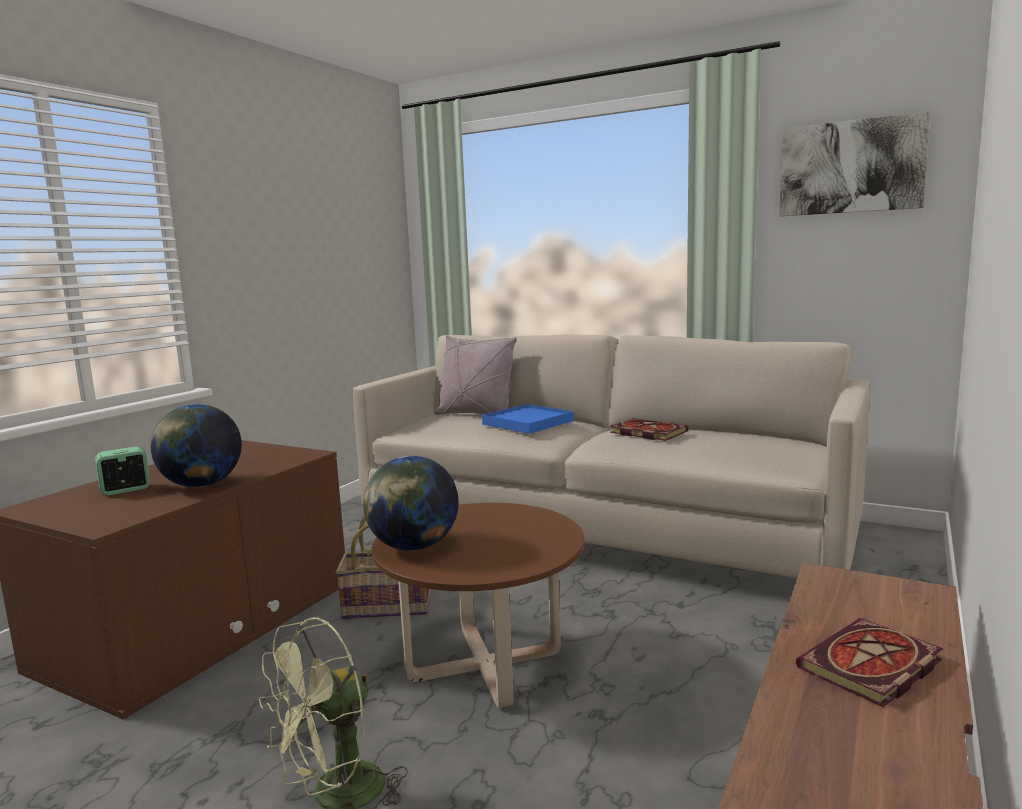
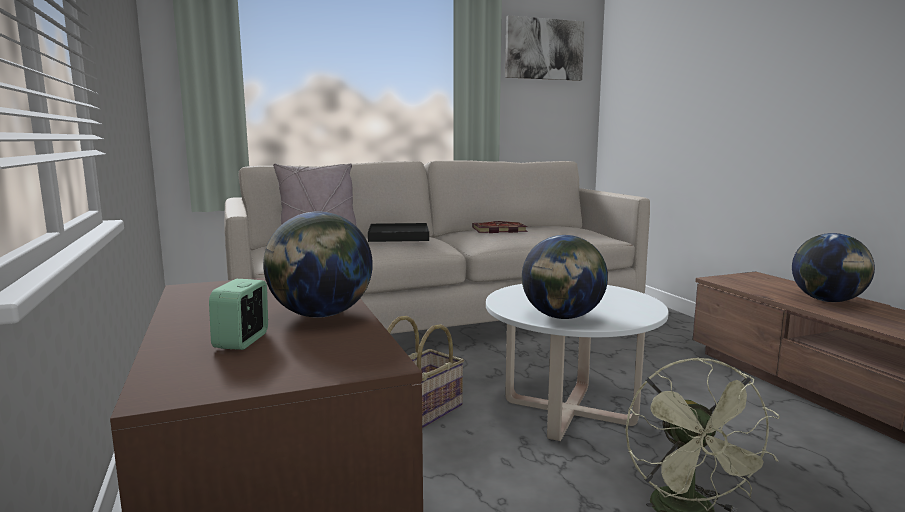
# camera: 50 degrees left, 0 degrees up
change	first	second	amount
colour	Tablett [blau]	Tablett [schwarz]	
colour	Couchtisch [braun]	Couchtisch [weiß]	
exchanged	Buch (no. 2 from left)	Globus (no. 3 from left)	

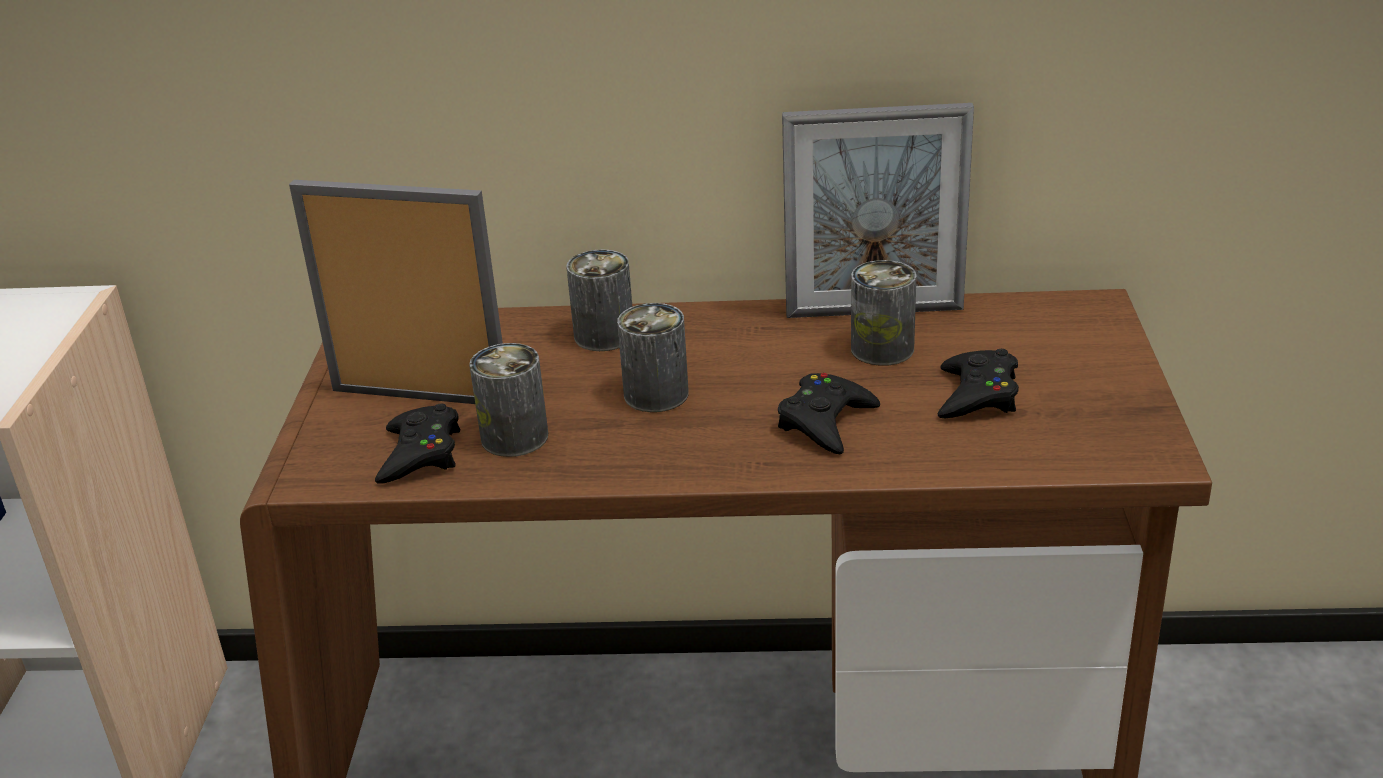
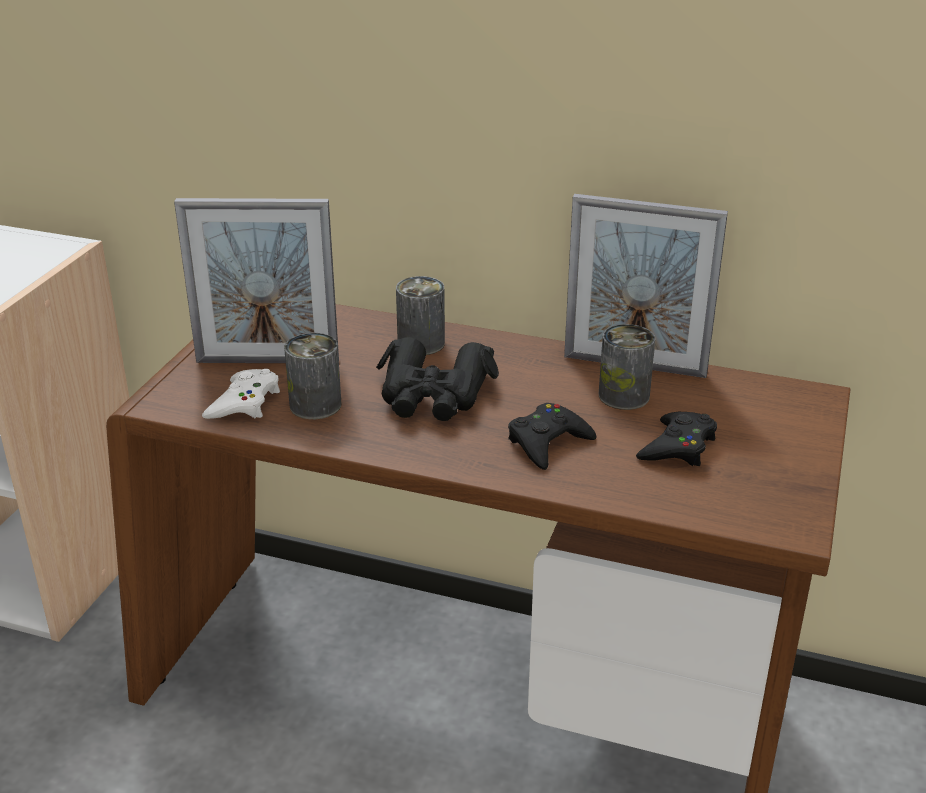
# camera: 15 degrees right, 0 degrees up
change	first	second	amount
spun	Bilderrahmen (no. 1 from left)		150 degrees clockwise
colour	Gamepad [schwarz] (no. 1 from left)	Gamepad [weiß]	
exchanged	Dose (no. 3 from left)	Fernglas [schwarz]	

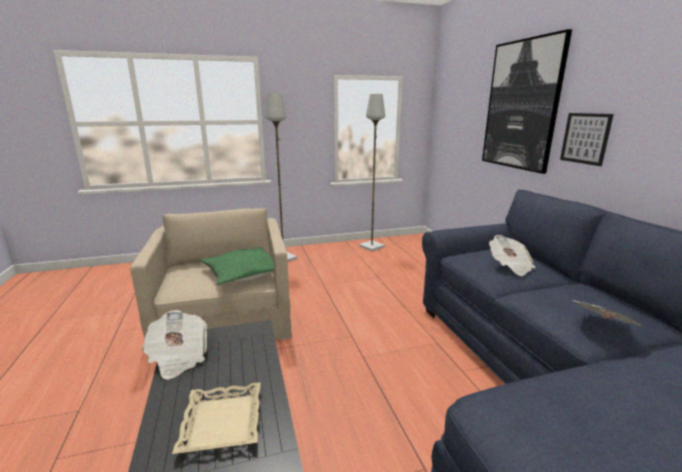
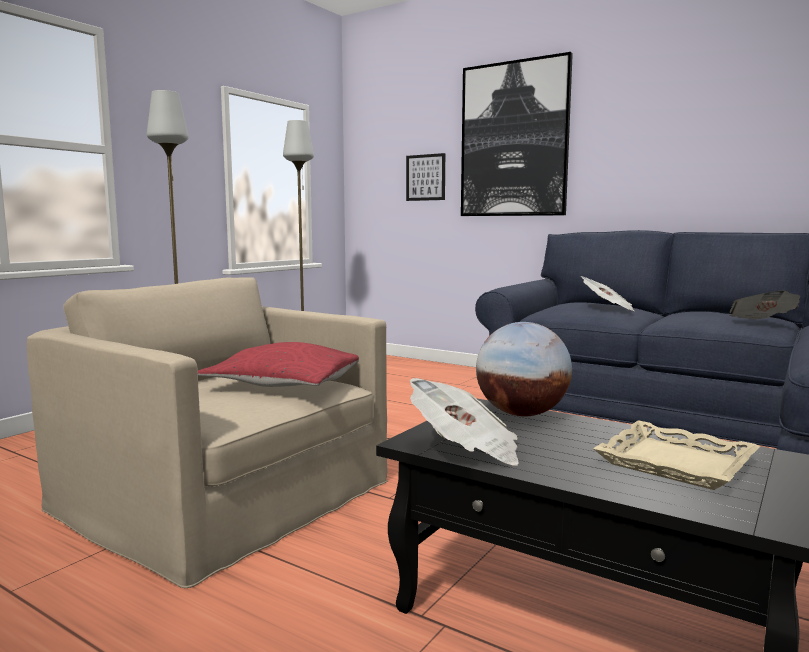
# camera: 40 degrees left, 10 degrees down
change	first	second	amount
colour	Kissen [grün]	Kissen [rot]	
relocated	Bild (no. 2 from left in the first image)	Bild (no. 1 from left)	
appeared		Globus	

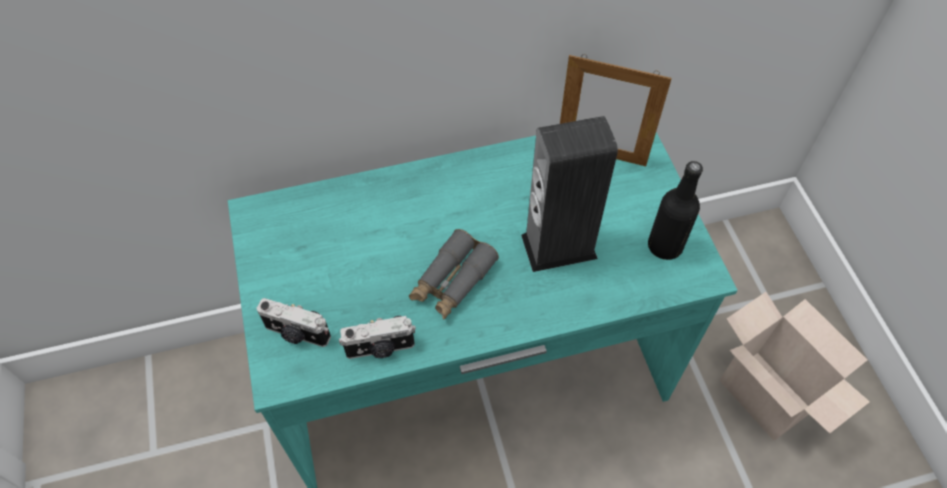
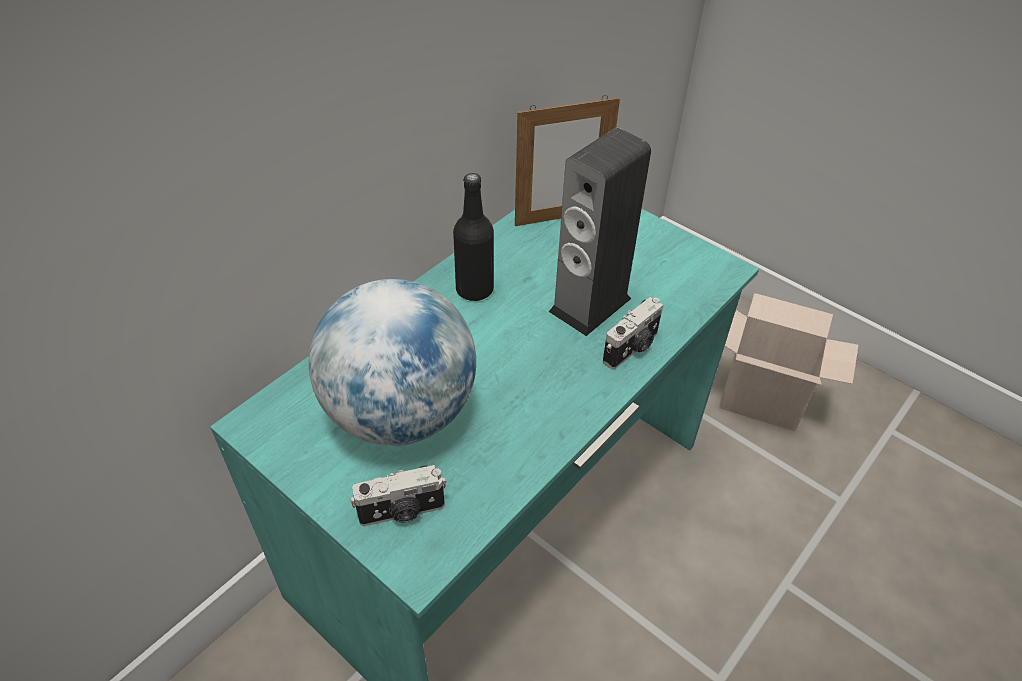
# camera: 35 degrees left, 10 degrees down
change	first	second	amount
appeared		Globus	
relocated	Flasche [schwarz]		
relocated	Kamera (no. 2 from left)		
missing	Fernglas [grau]		

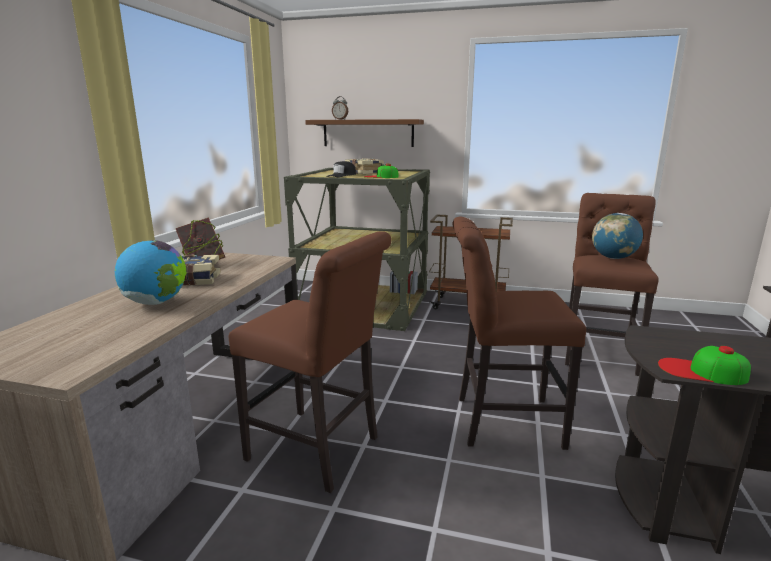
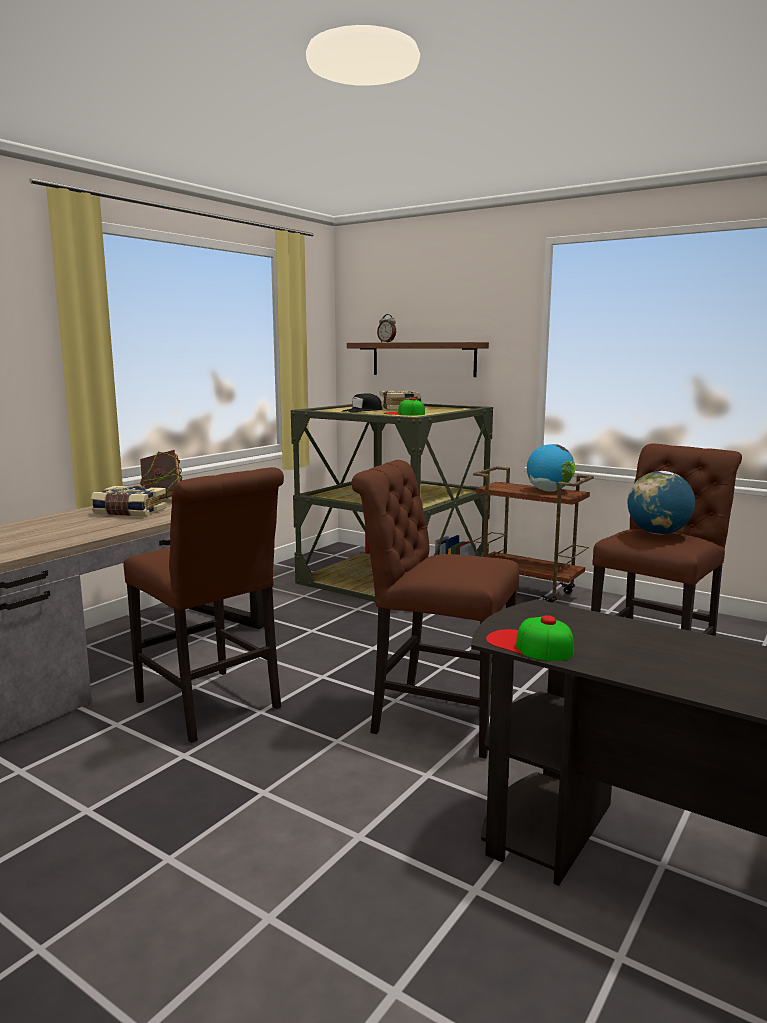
# camera: 20 degrees right, 5 degrees down
change	first	second	amount
relocated	Globus (no. 1 from left)		

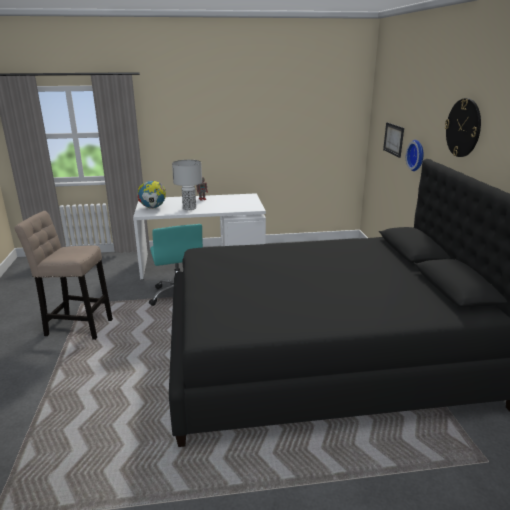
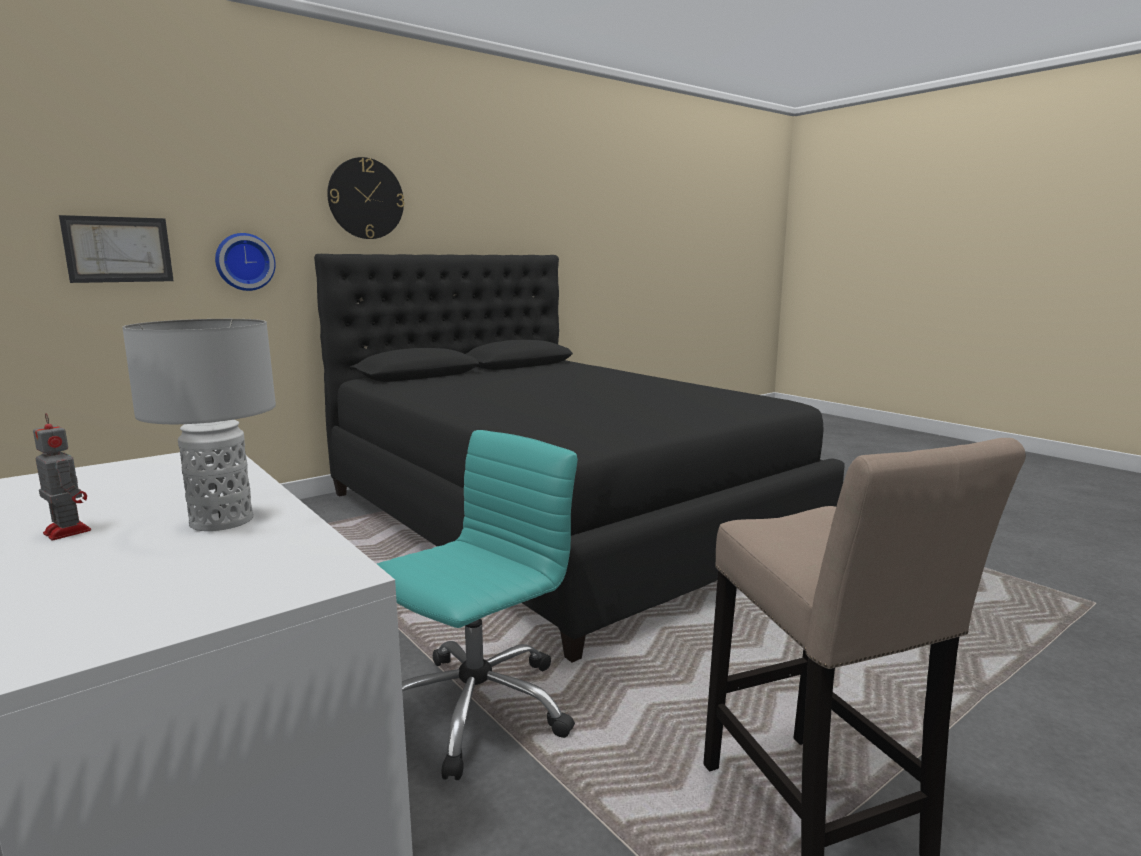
# camera: 120 degrees left, 10 degrees down
change	first	second	amount
missing	Globus		

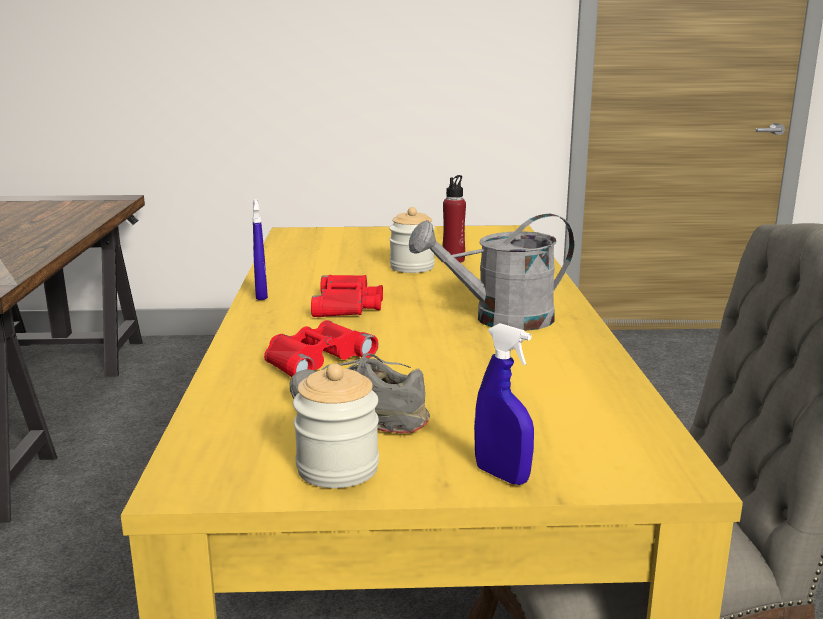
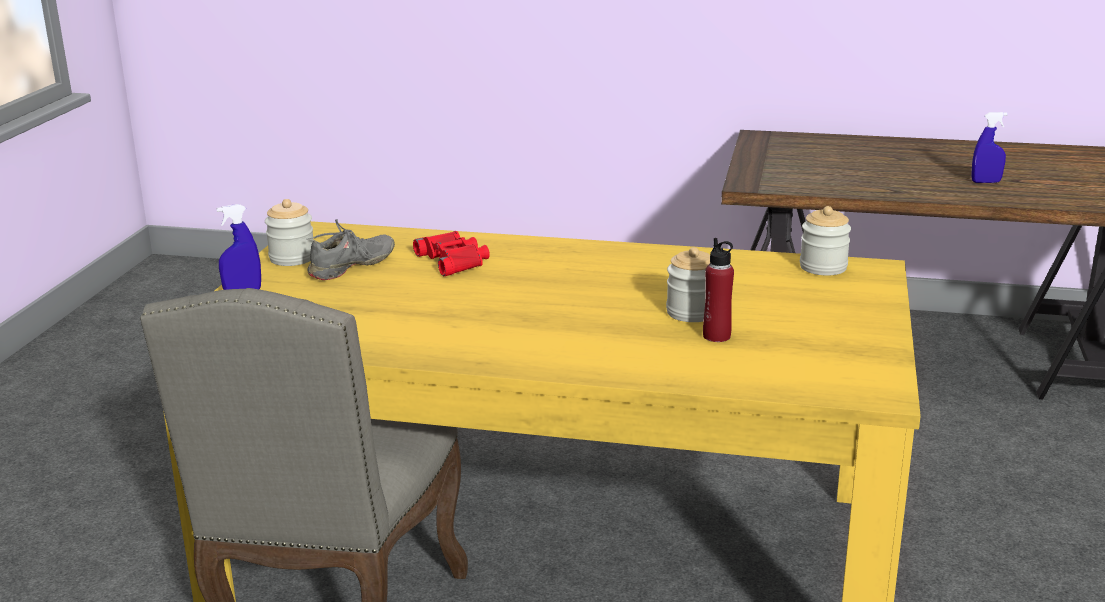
# camera: 105 degrees right, 5 degrees up
change	first	second	amount
appeared		Vorratsglas (no. 3 from left)	
relocated	Sprühflasche [blau] (no. 1 from left in the first image)	Sprühflasche [blau] (no. 2 from left)	
missing	Fernglas [rot] (no. 2 from left)		
missing	Gießkanne [grau]		

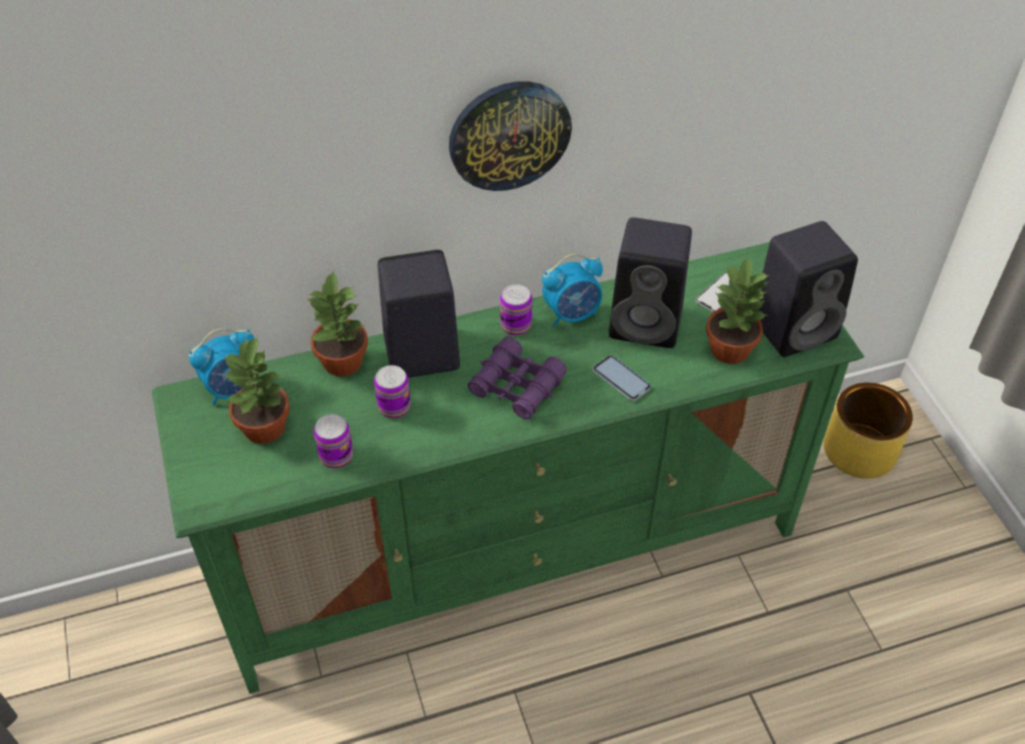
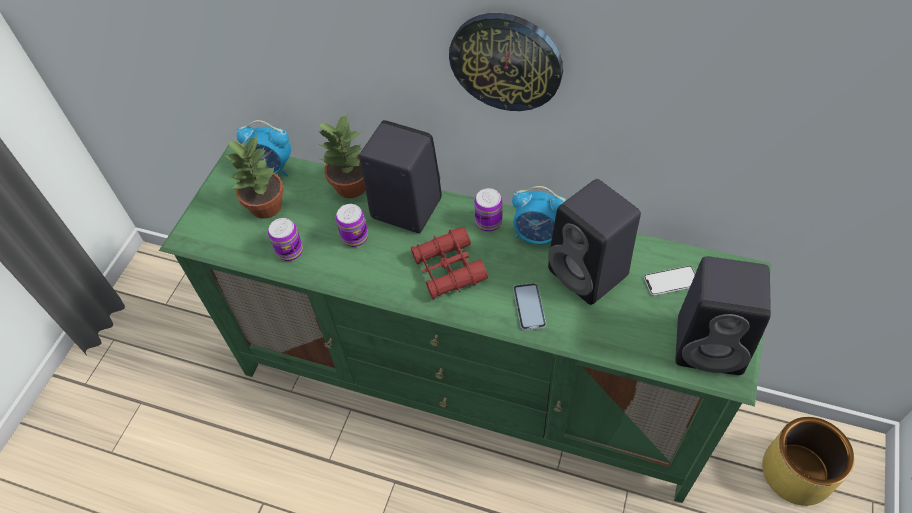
# camera: 40 degrees right, 5 degrees up
change	first	second	amount
colour	Fernglas [lila]	Fernglas [rot]	
missing	Topfpflanze (no. 3 from left)		

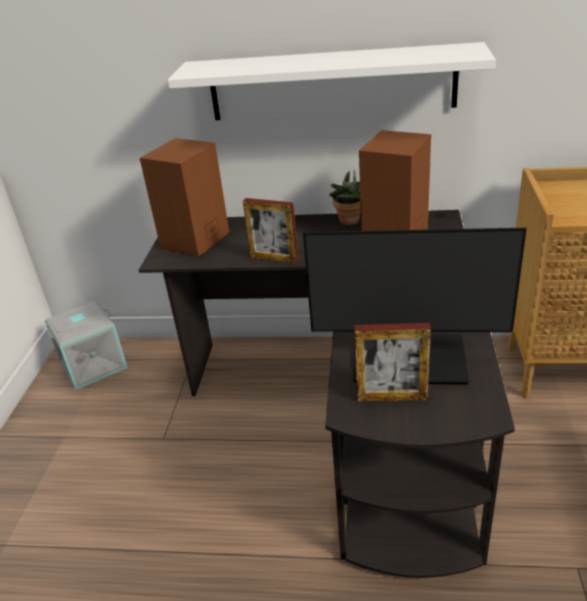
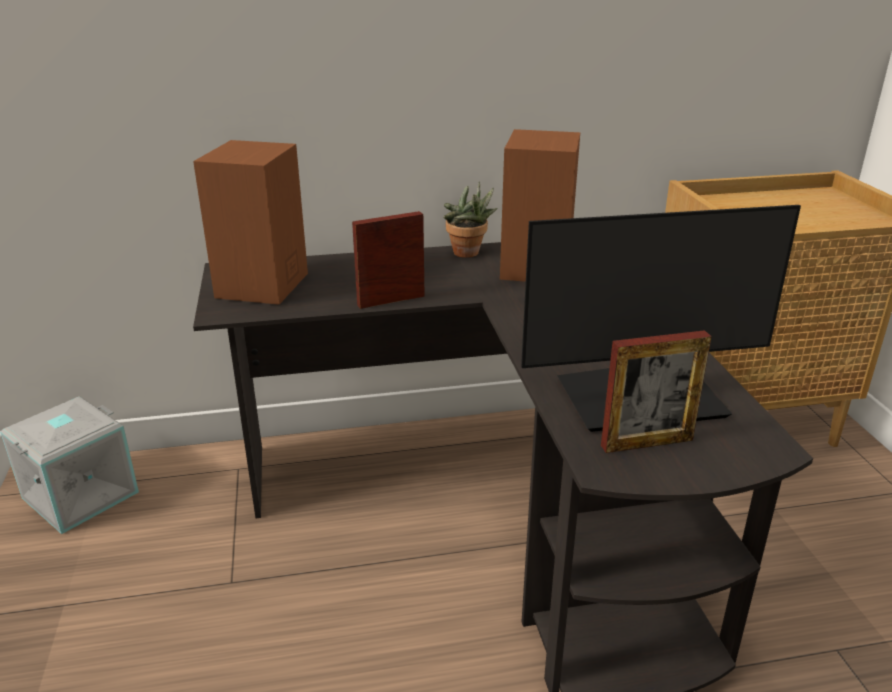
# camera: 20 degrees left, 5 degrees down
change	first	second	amount
spun	Bilderrahmen (no. 1 from left)		150 degrees clockwise
missing	Wandregal [weiß]		

